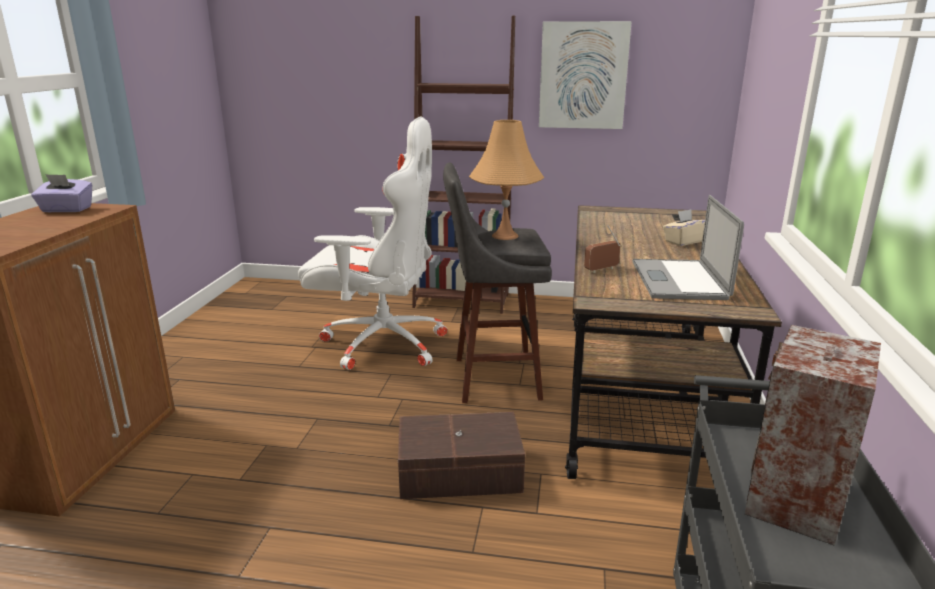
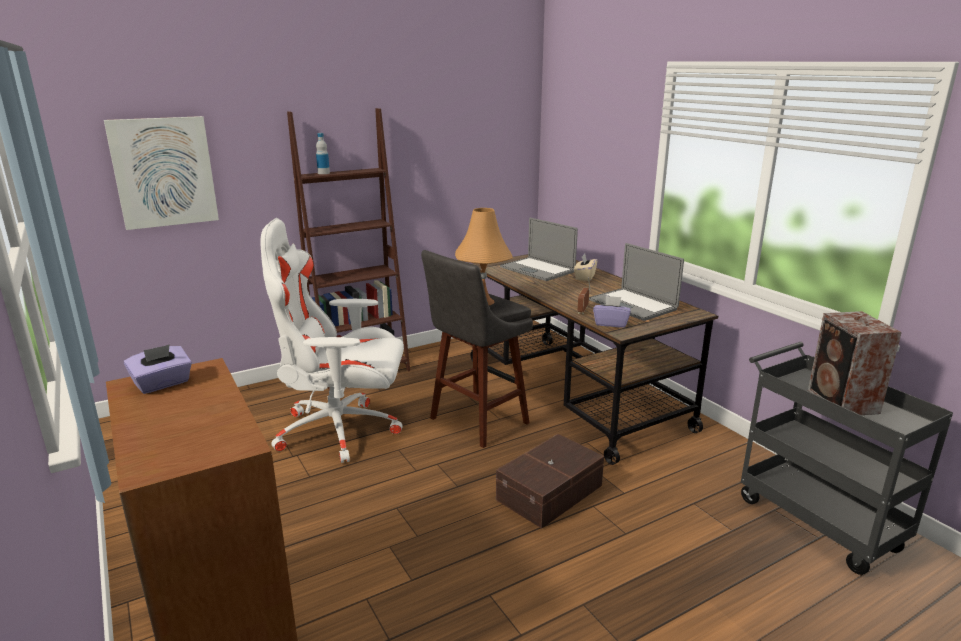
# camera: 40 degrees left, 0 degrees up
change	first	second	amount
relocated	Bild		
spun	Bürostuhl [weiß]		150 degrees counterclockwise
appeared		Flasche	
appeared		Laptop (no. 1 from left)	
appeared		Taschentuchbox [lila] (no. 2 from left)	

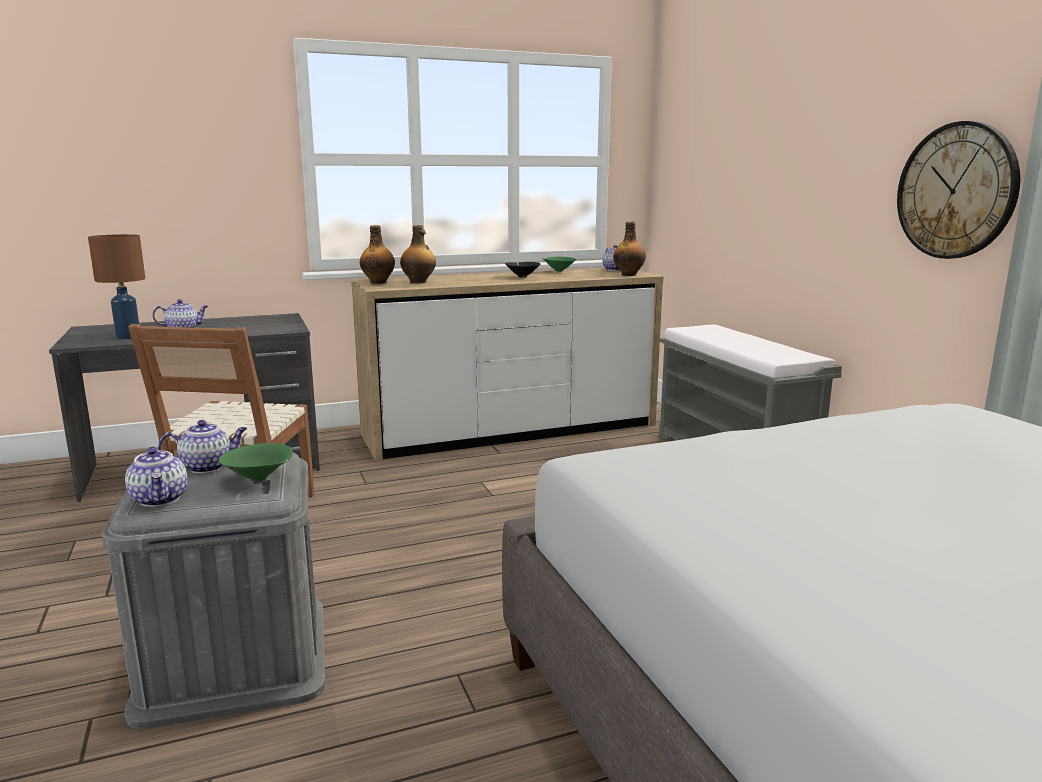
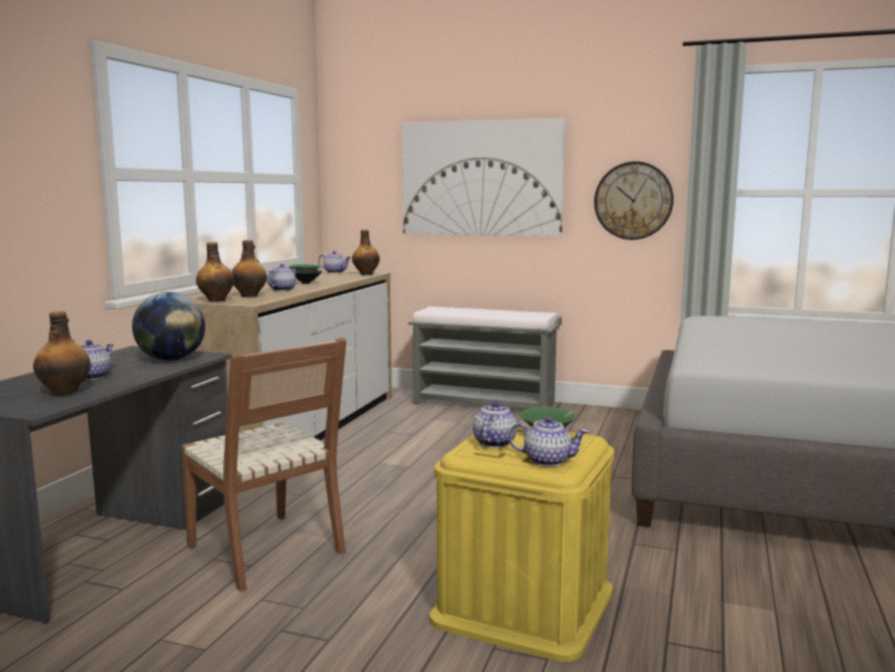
# camera: 50 degrees left, 5 degrees down
change	first	second	amount
exchanged	Tischlampe [braun]	Flasche (no. 1 from left)	
appeared		Globus	
appeared		Teekanne (no. 2 from left)	
appeared		Bild	
colour	Aufbewahrungsbox [grau]	Aufbewahrungsbox [gelb]	

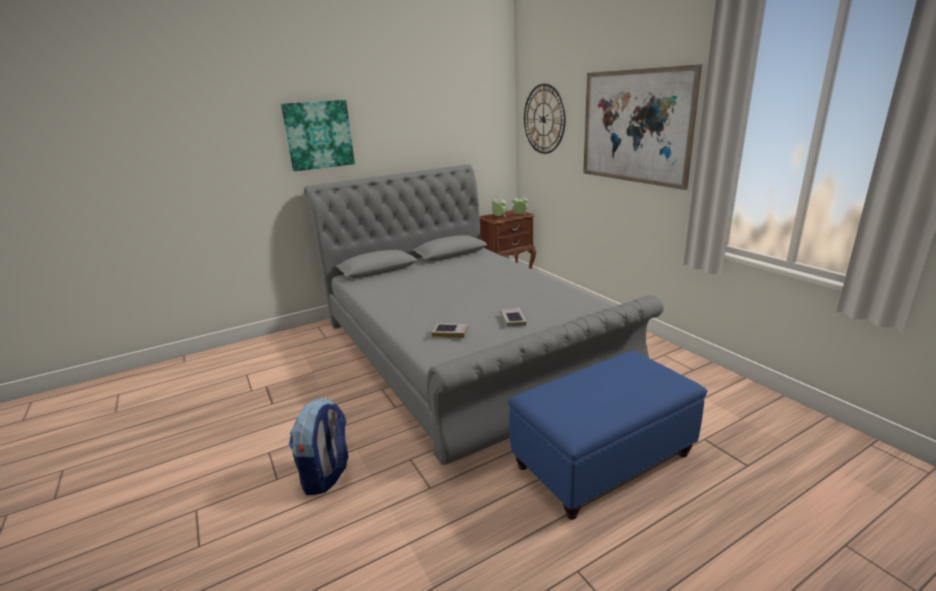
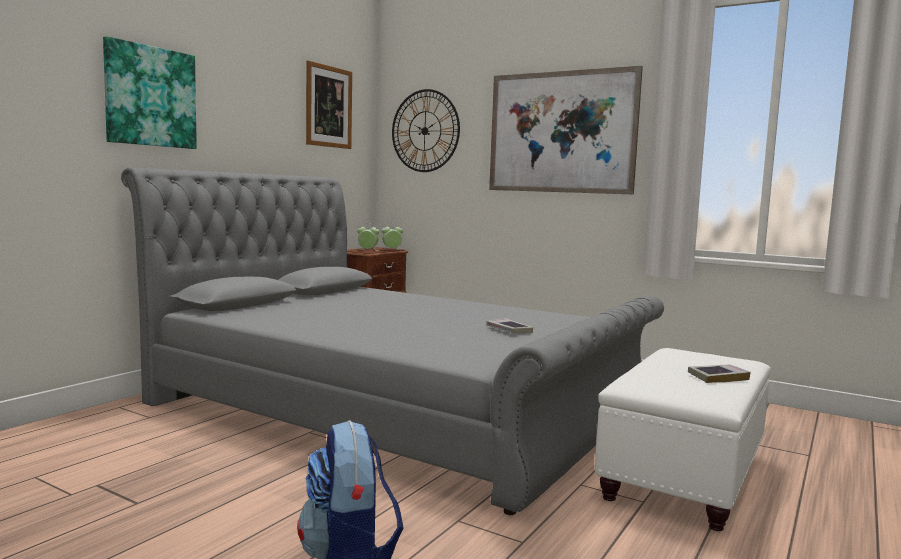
# camera: 30 degrees left, 15 degrees down
change	first	second	amount
appeared		Bild (no. 2 from left)	
colour	Polsterhocker [blau]	Polsterhocker [weiß]	
relocated	Buch (no. 1 from left in the first image)	Buch (no. 2 from left)	

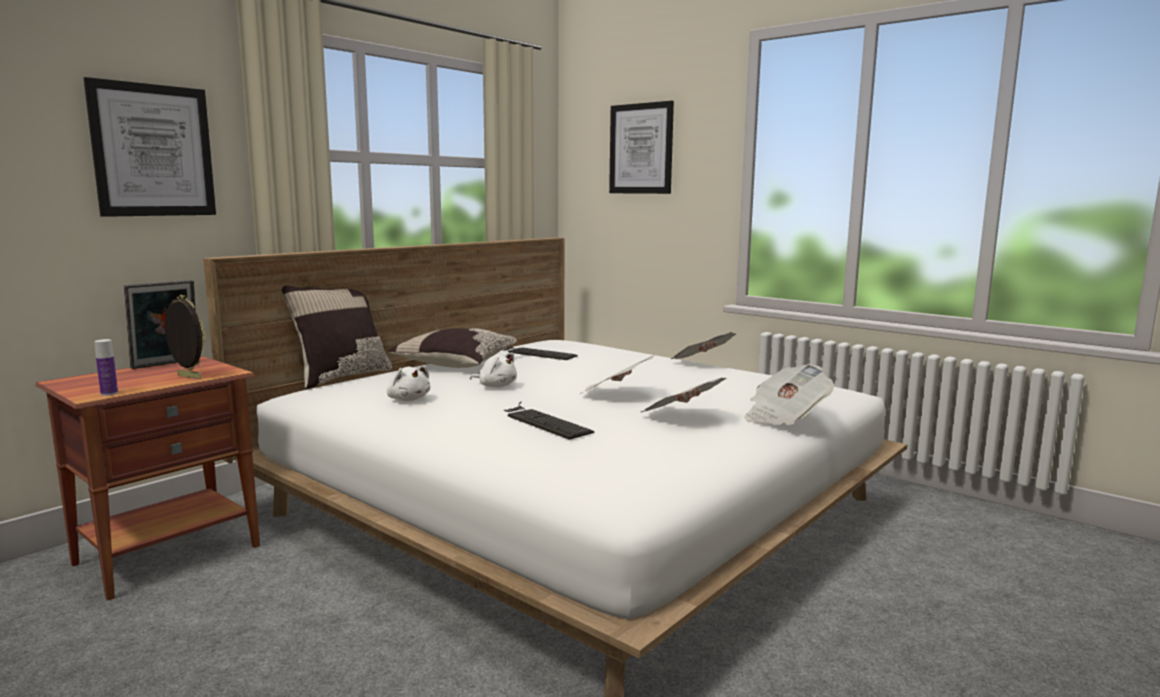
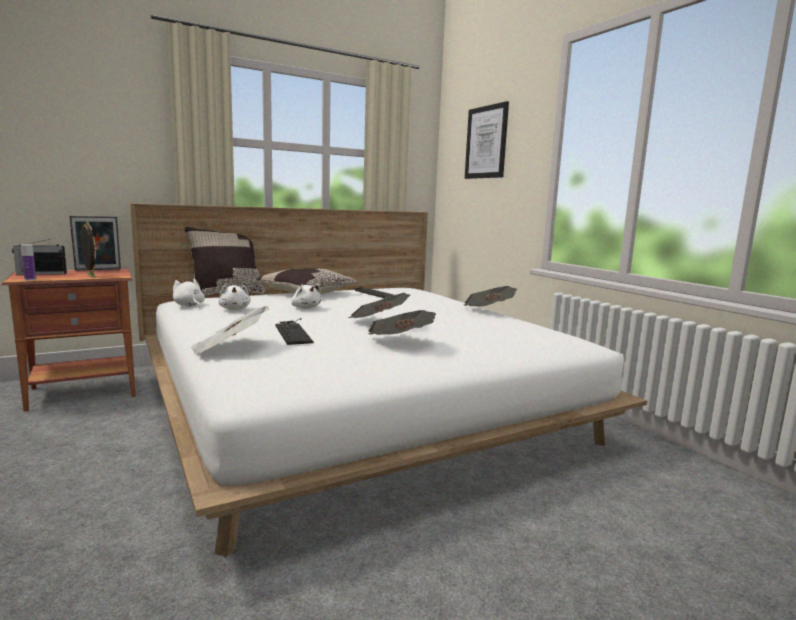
# camera: 20 degrees right, 0 degrees up
change	first	second	amount
appeared		Radio	
appeared		Plüschtier [weiß] (no. 1 from left)	
relocated	Zeitung (no. 4 from left in the first image)	Zeitung (no. 1 from left)	
missing	Bild (no. 1 from left)		

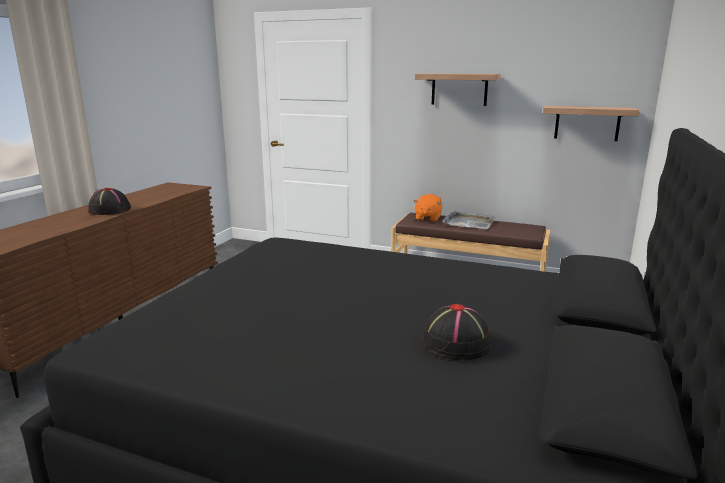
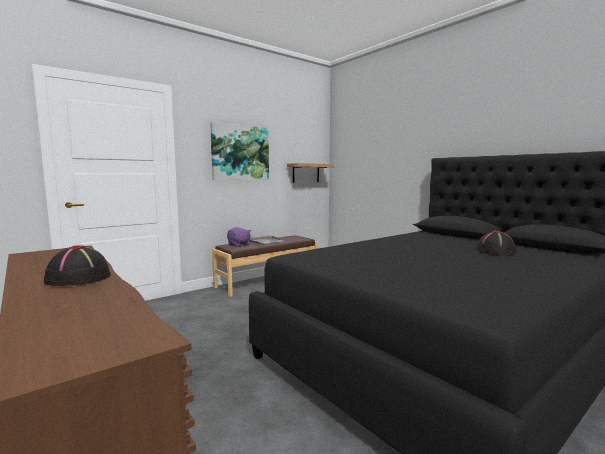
# camera: 60 degrees left, 10 degrees down
change	first	second	amount
exchanged	Wandregal (no. 1 from left)	Bild	
colour	Plüschtier [orange]	Plüschtier [lila]	

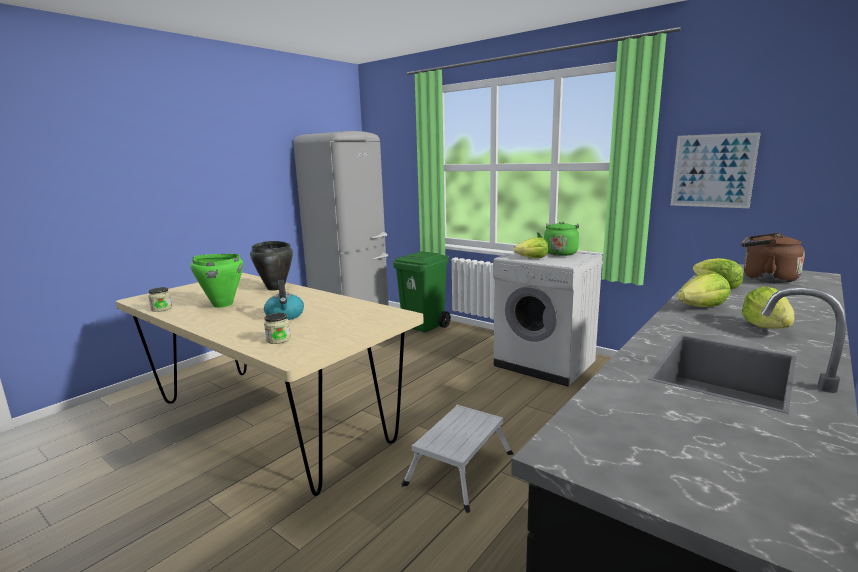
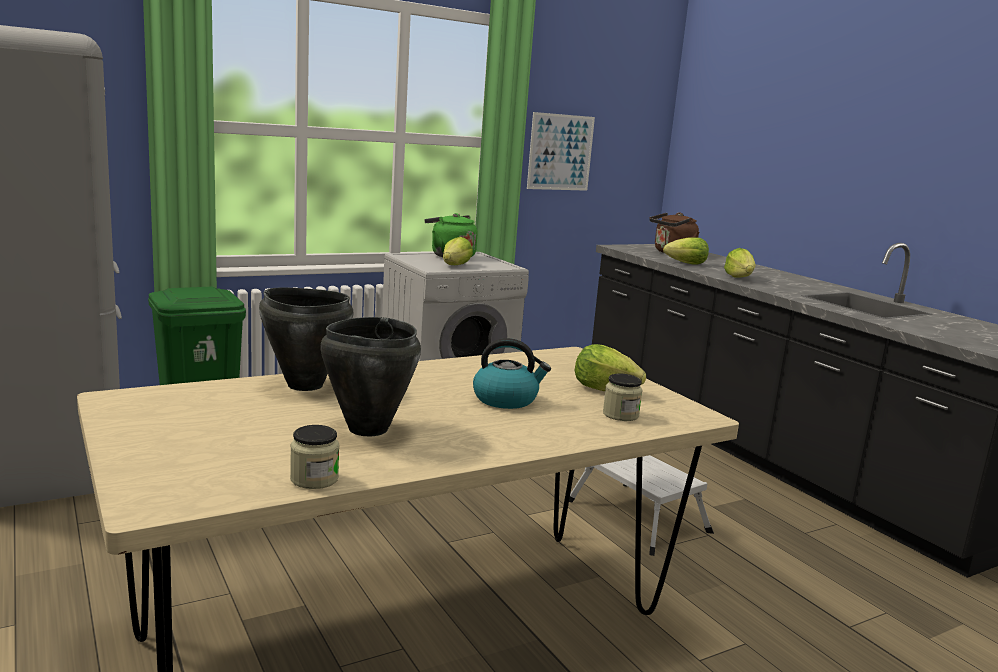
# camera: 70 degrees left, 0 degrees up
change	first	second	amount
colour	Kochtopf [grün]	Kochtopf [schwarz] (no. 2 from left)	
relocated	Salatkopf (no. 4 from left in the first image)	Salatkopf (no. 2 from left)	

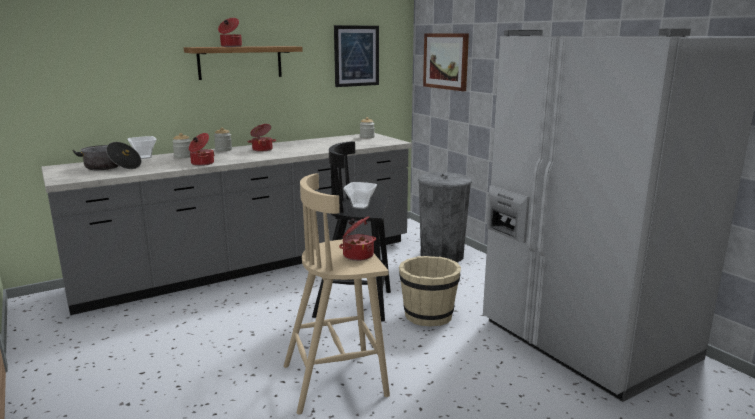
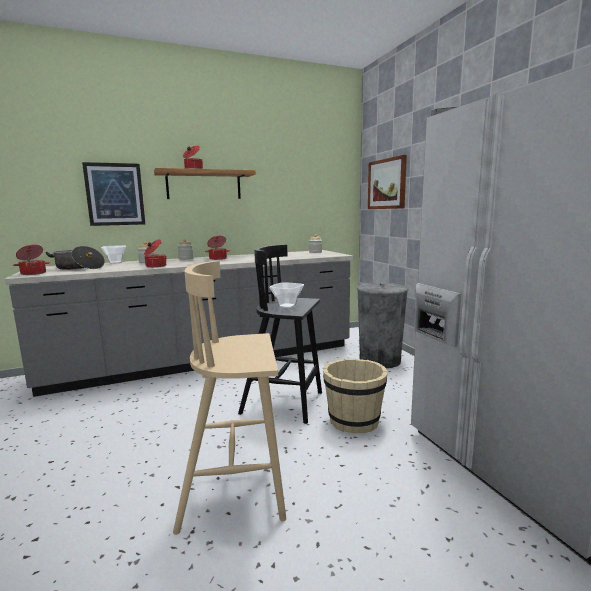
# camera: 10 degrees right, 5 degrees down
change	first	second	amount
relocated	Kochtopf (no. 5 from left in the first image)	Kochtopf (no. 1 from left)	
relocated	Bild (no. 1 from left)		

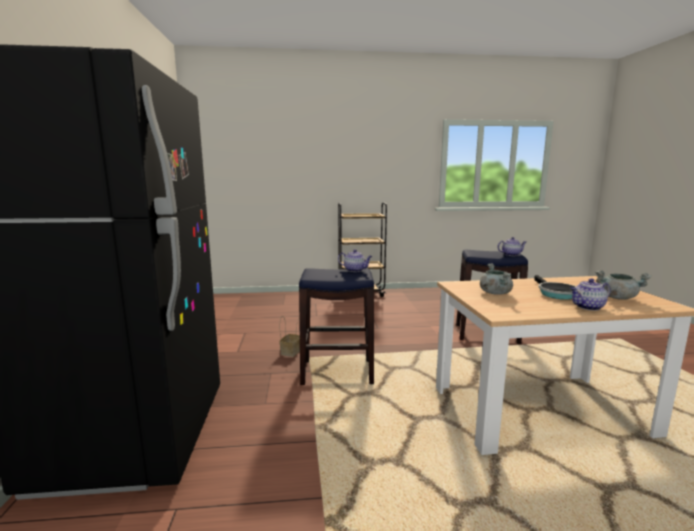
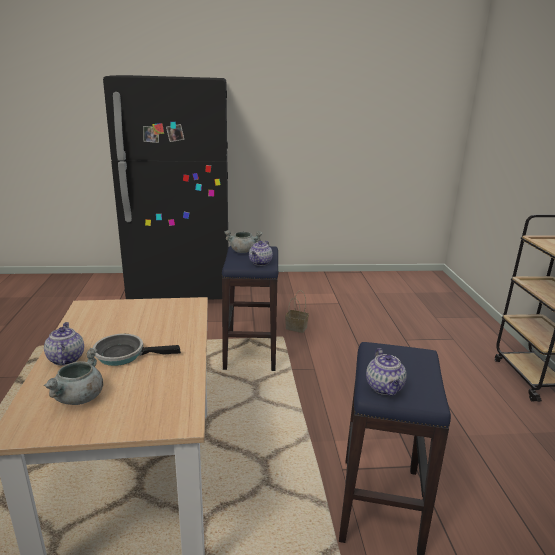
# camera: 90 degrees right, 10 degrees up
change	first	second	amount
relocated	Kochtopf [grau] (no. 1 from left in the first image)	Kochtopf [grau] (no. 2 from left)	

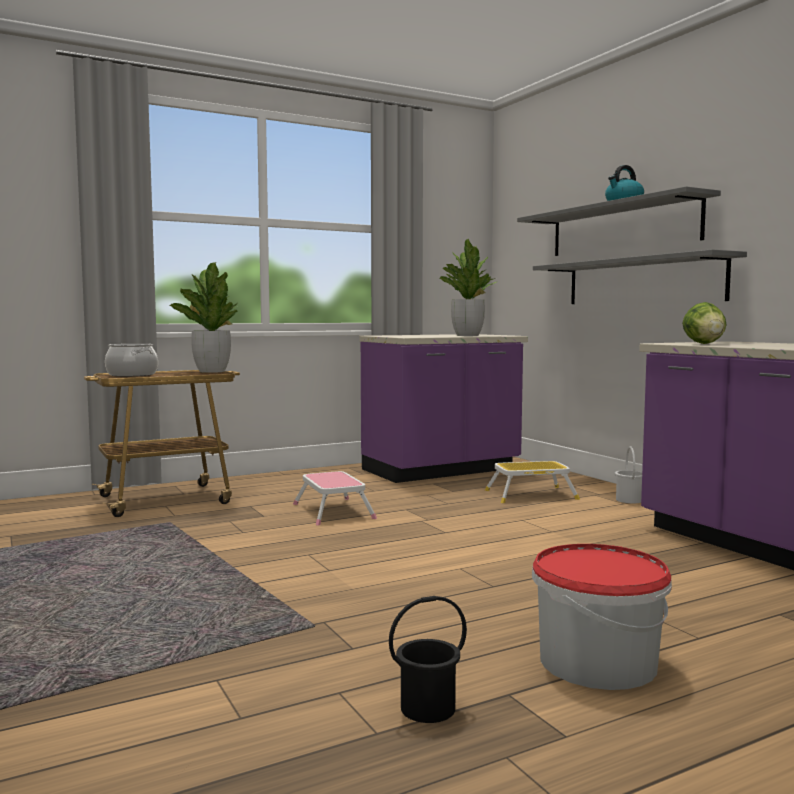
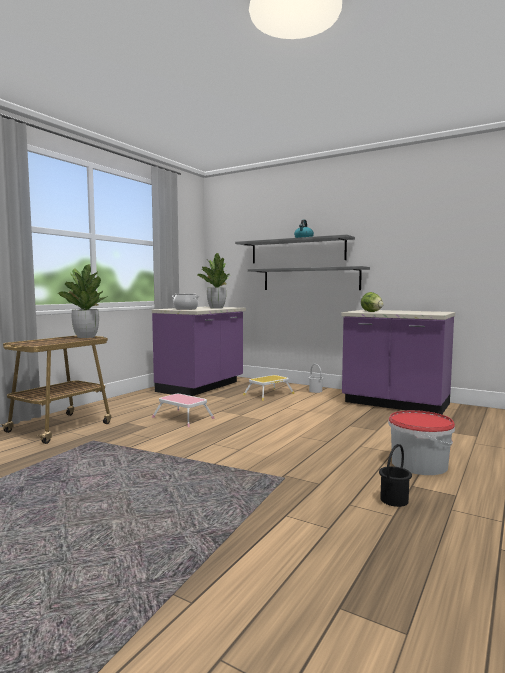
# camera: 30 degrees left, 0 degrees up
change	first	second	amount
relocated	Kochtopf		

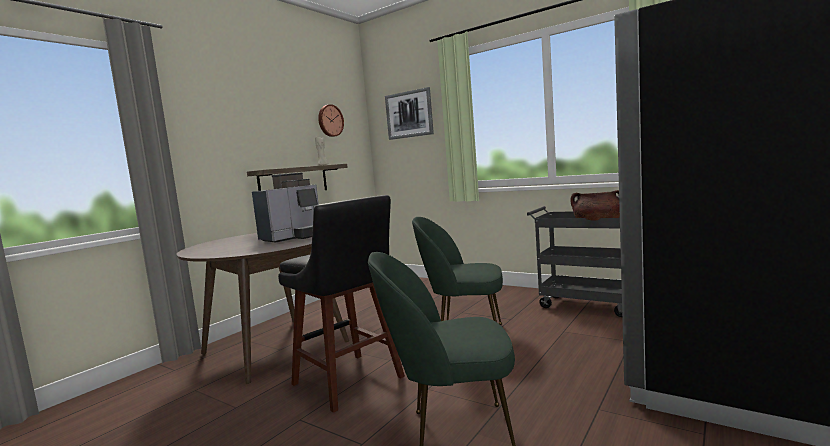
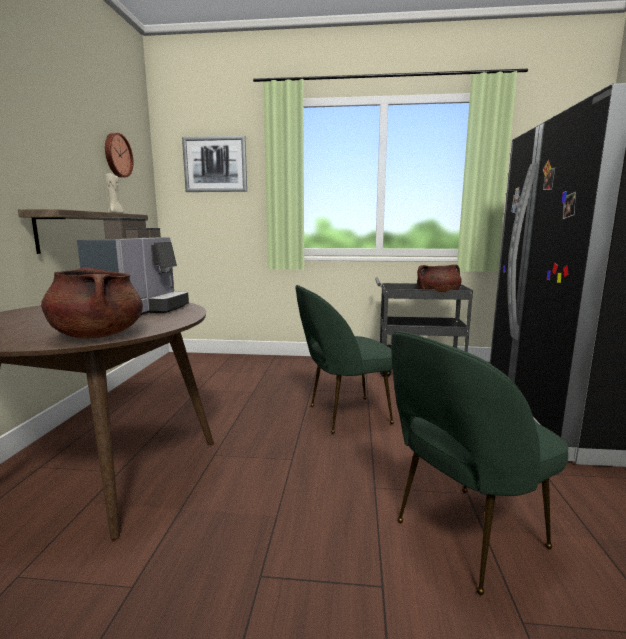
# camera: 30 degrees left, 5 degrees up
change	first	second	amount
appeared		Kochtopf [braun] (no. 1 from left)	
missing	Hocker [schwarz]		

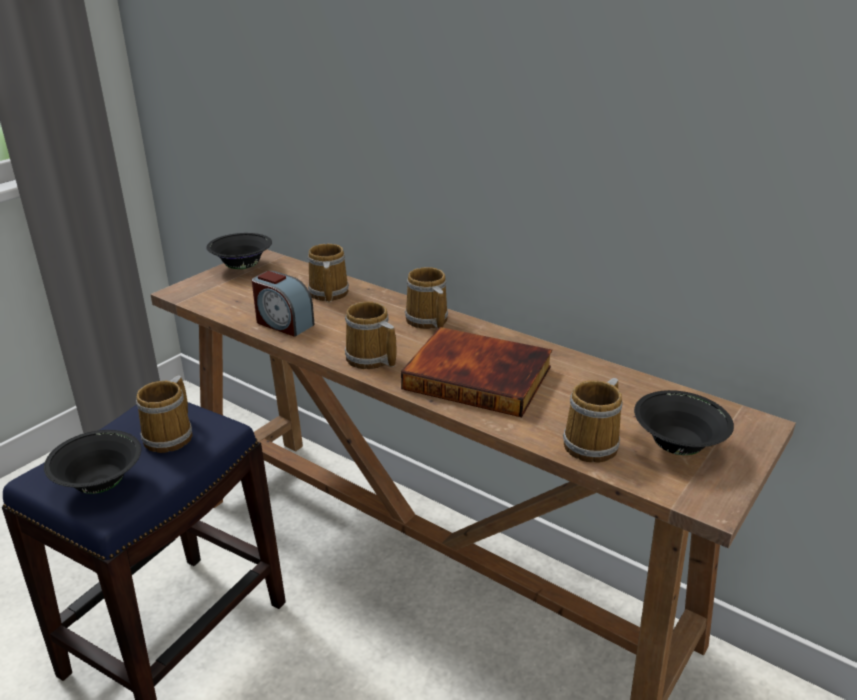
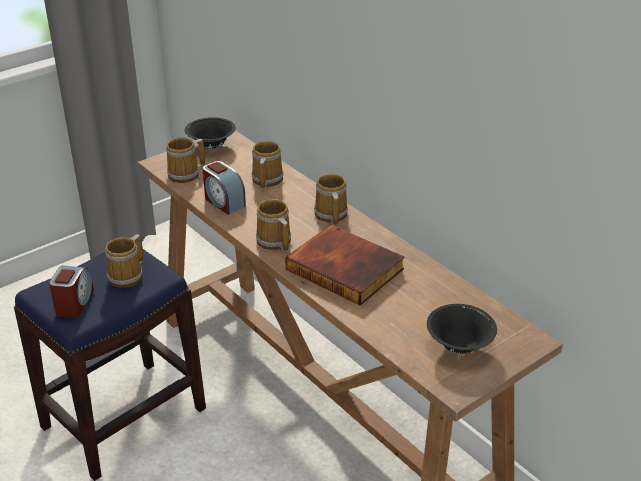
# camera: 15 degrees right, 5 degrees up
change	first	second	amount
exchanged	Schüssel [schwarz] (no. 1 from left)	Wecker (no. 1 from left)	
relocated	Henkelbecher (no. 5 from left in the first image)	Henkelbecher (no. 2 from left)	

